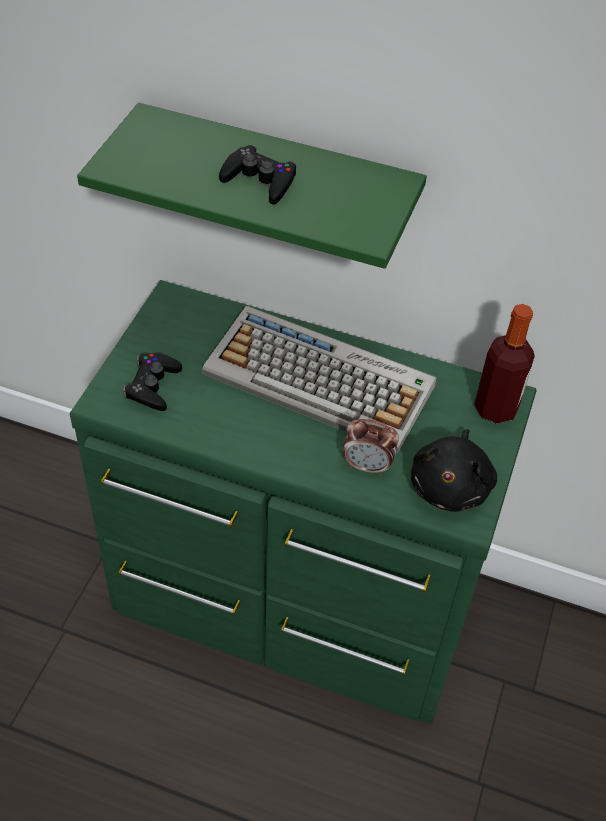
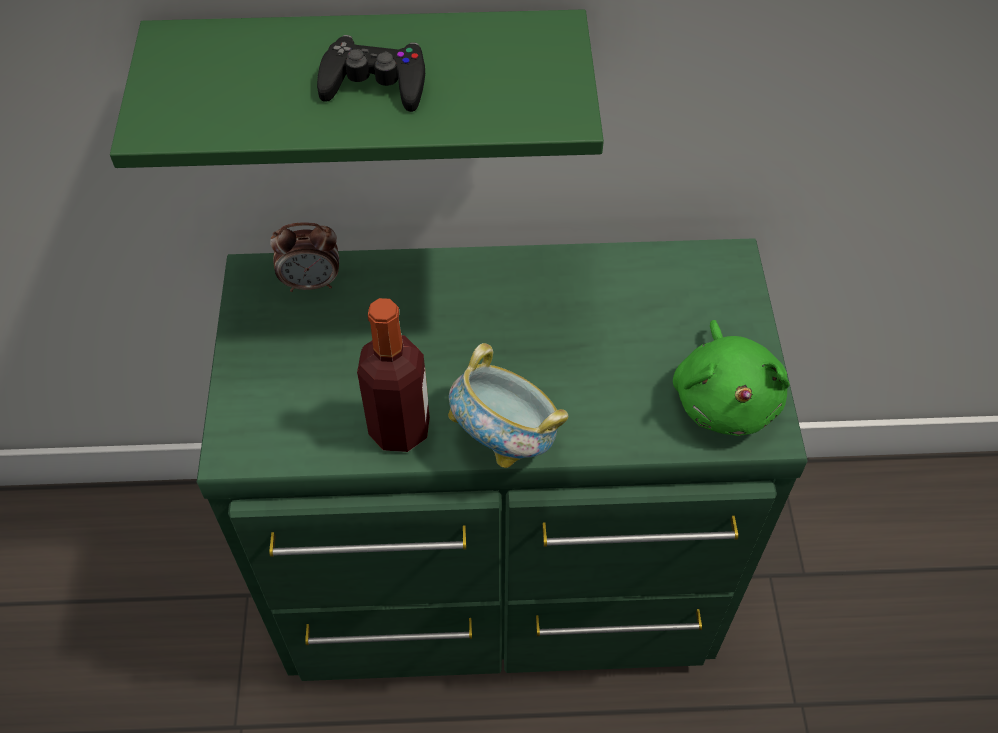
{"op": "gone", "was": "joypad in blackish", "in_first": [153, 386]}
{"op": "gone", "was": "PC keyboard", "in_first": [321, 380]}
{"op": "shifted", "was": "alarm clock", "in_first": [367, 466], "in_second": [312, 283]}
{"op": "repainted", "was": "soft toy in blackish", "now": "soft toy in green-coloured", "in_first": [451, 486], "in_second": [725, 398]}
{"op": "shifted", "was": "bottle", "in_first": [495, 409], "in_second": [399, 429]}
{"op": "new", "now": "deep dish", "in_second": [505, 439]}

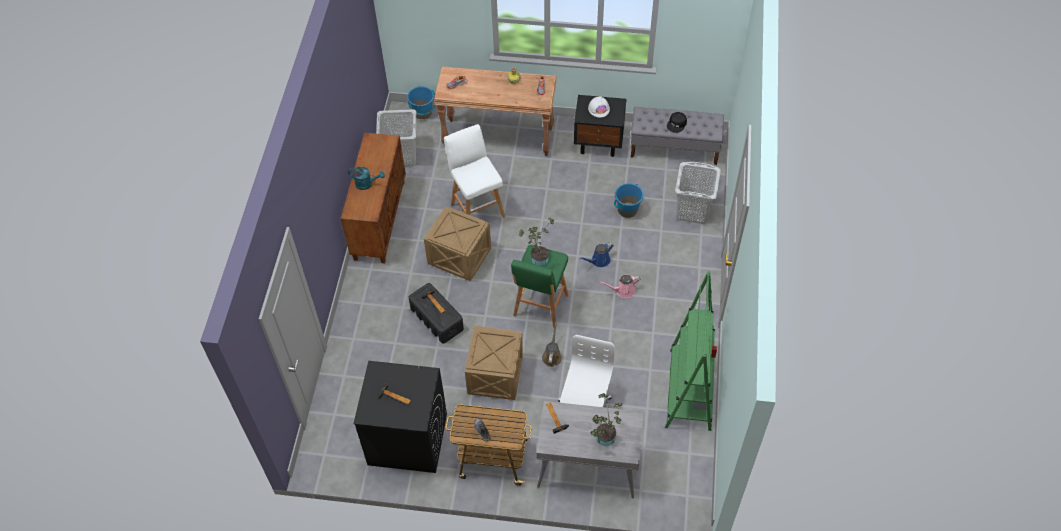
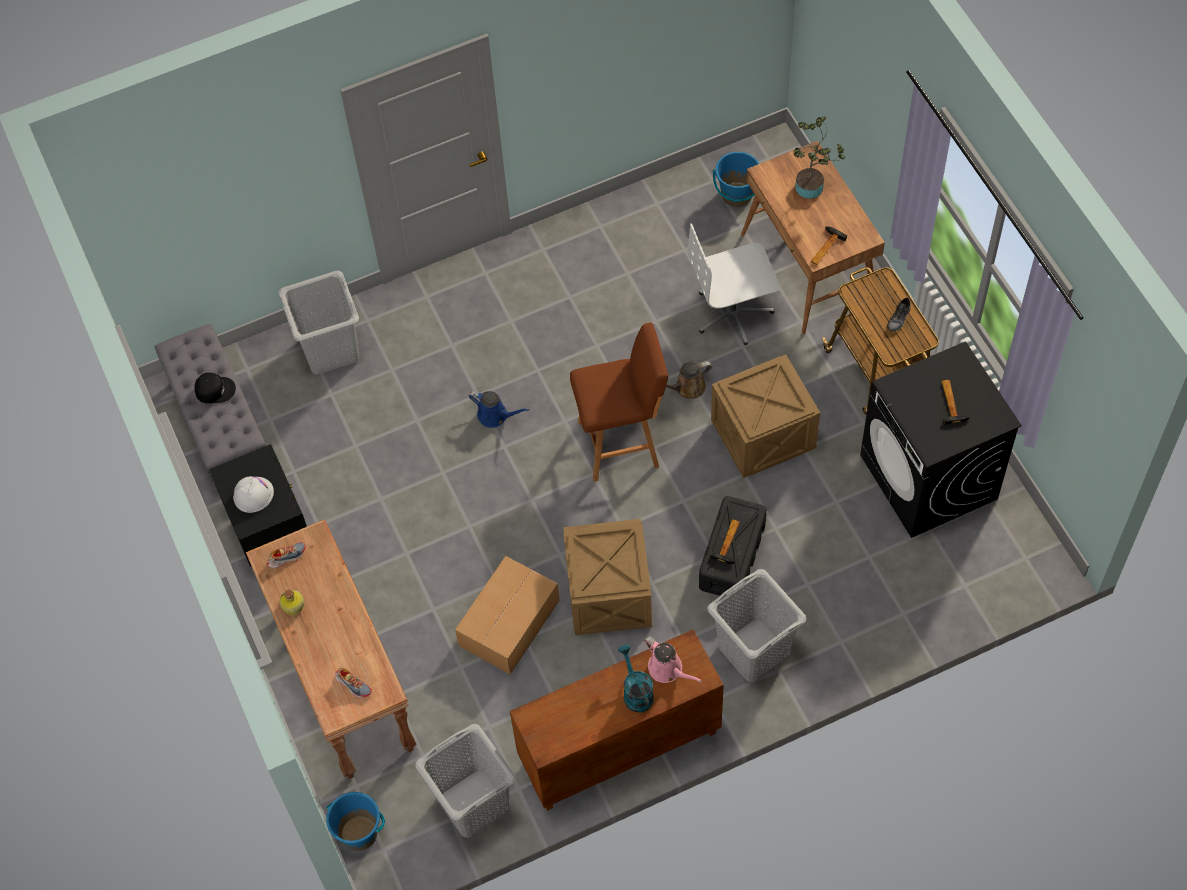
{"op": "swapped", "was": "sitting stool in white-coloured", "now": "packing box", "in_first": [477, 209], "in_second": [507, 624]}
{"op": "repainted", "was": "sitting stool in green-coloured", "now": "sitting stool in brown-coloured", "in_first": [540, 307], "in_second": [621, 443]}
{"op": "gone", "was": "potted plant", "in_first": [537, 258]}
{"op": "repainted", "was": "desk unit in greyish", "now": "desk unit in brown-coloured", "in_first": [587, 466], "in_second": [809, 269]}
{"op": "shifted", "was": "watering pot in pink", "in_first": [623, 291], "in_second": [668, 669]}
{"op": "shifted", "was": "bucket in bluish", "in_first": [627, 210], "in_second": [736, 195]}
{"op": "gone", "was": "shelving unit in green-coloured", "in_first": [690, 389]}
{"op": "new", "now": "washing basket in greyish", "in_second": [753, 651]}

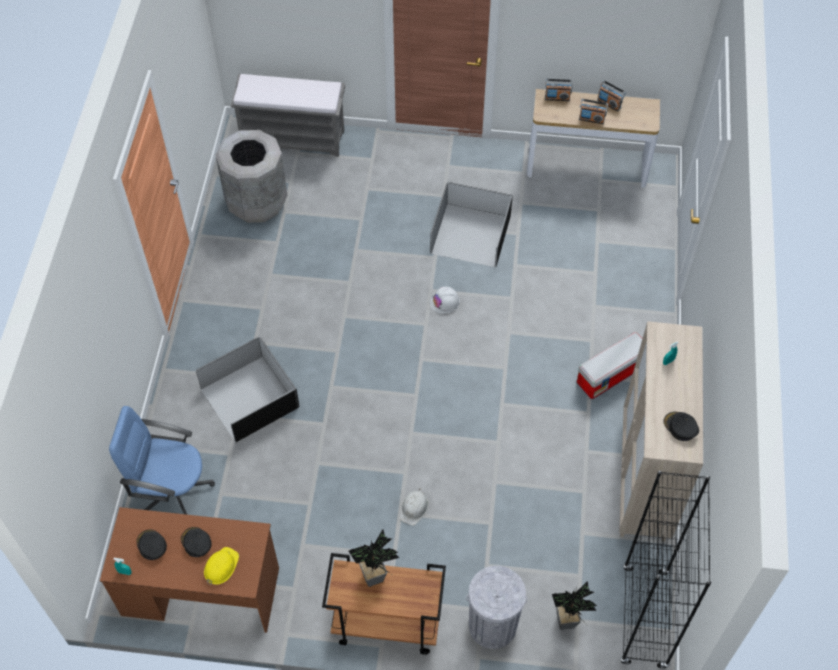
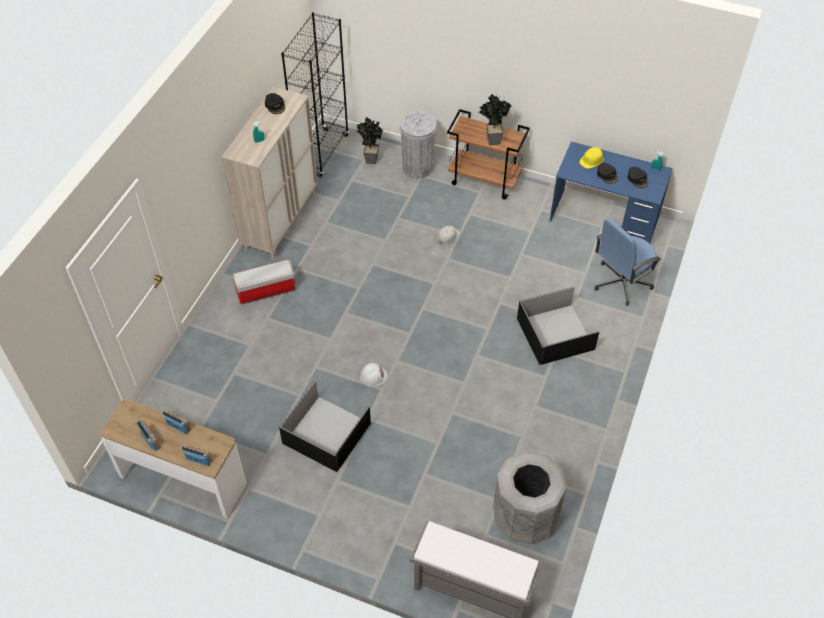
{"op": "repainted", "was": "desk unit in brown-coloured", "now": "desk unit in bluish", "in_first": [201, 591], "in_second": [604, 220]}
{"op": "rotated", "was": "desk chair in bluish", "in_first": [172, 490], "in_second": [621, 282], "clockwise": 120}

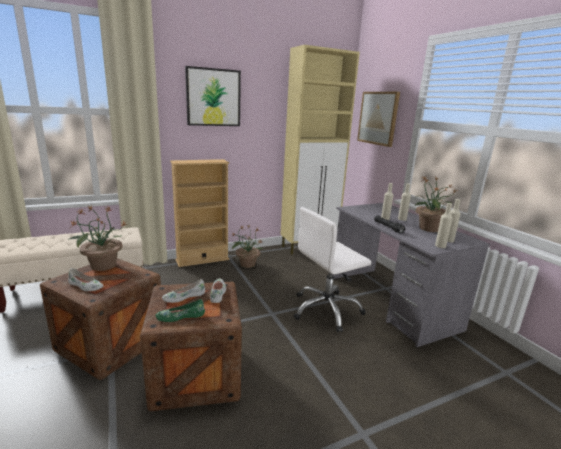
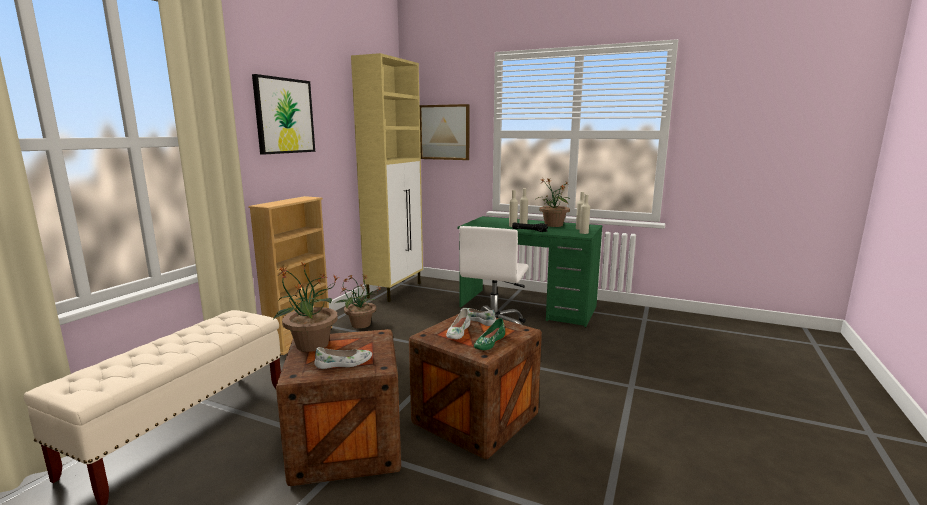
{"op": "repainted", "was": "desk unit in greyish", "now": "desk unit in green-coloured", "in_first": [391, 302], "in_second": [528, 307]}

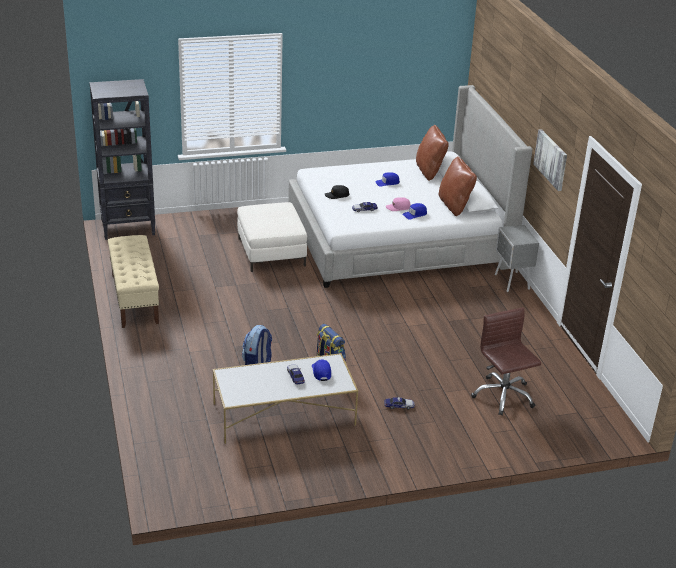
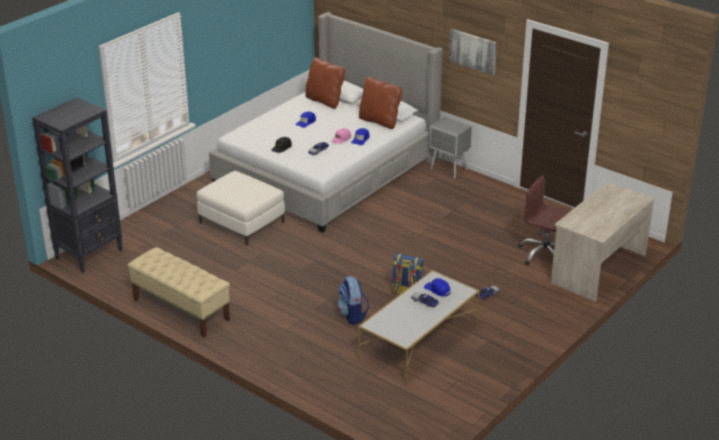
{"op": "new", "now": "desk unit in beige", "in_second": [598, 268]}

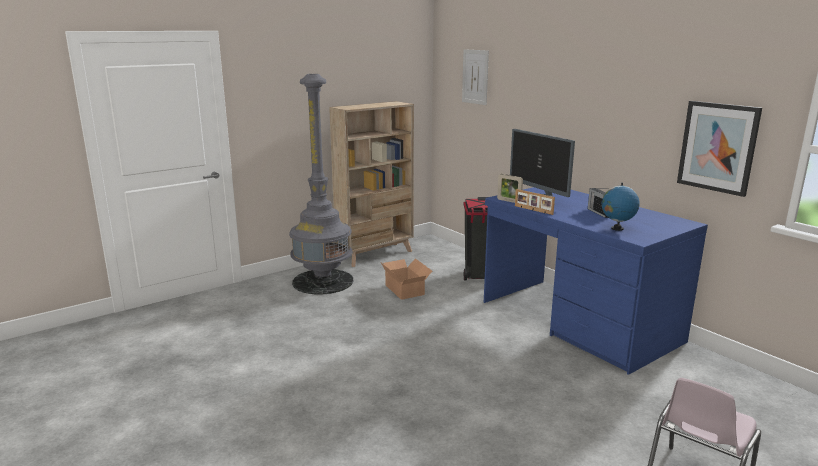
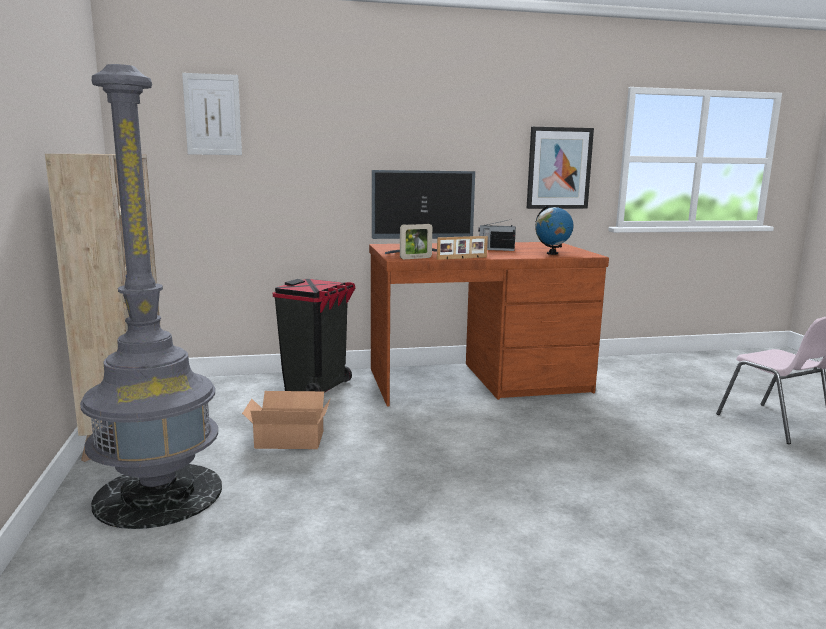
{"op": "repainted", "was": "desk unit in bluish", "now": "desk unit in brown-coloured", "in_first": [578, 321], "in_second": [478, 381]}

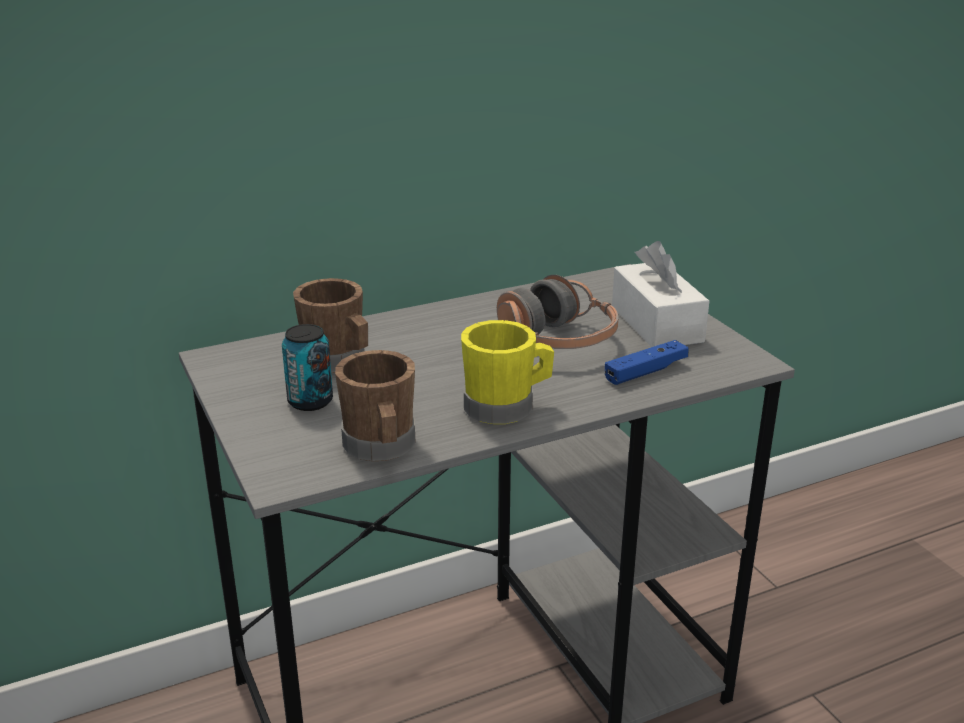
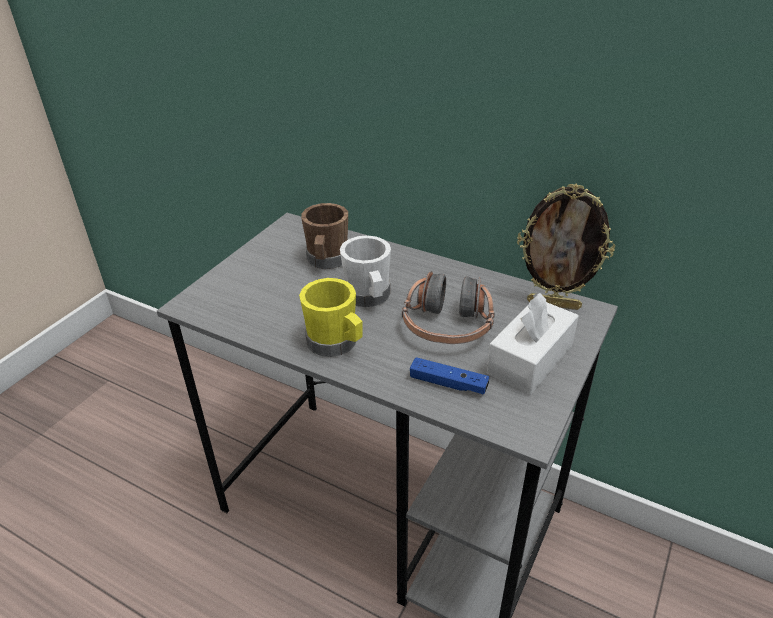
{"op": "gone", "was": "can", "in_first": [310, 401]}
{"op": "gone", "was": "tea mug in brown-coloured", "in_first": [381, 447]}
{"op": "new", "now": "tea mug in white-coloured", "in_second": [368, 297]}
{"op": "new", "now": "standing frame", "in_second": [554, 304]}

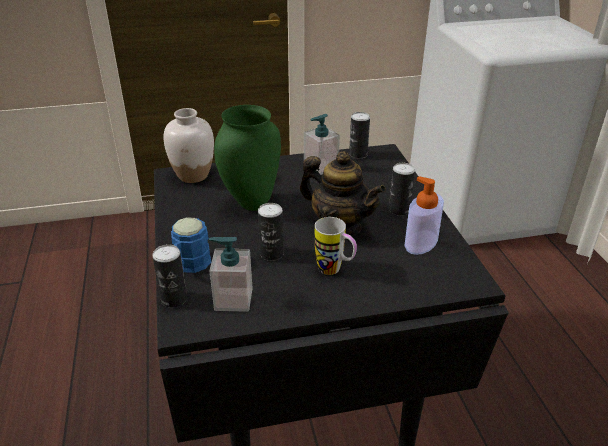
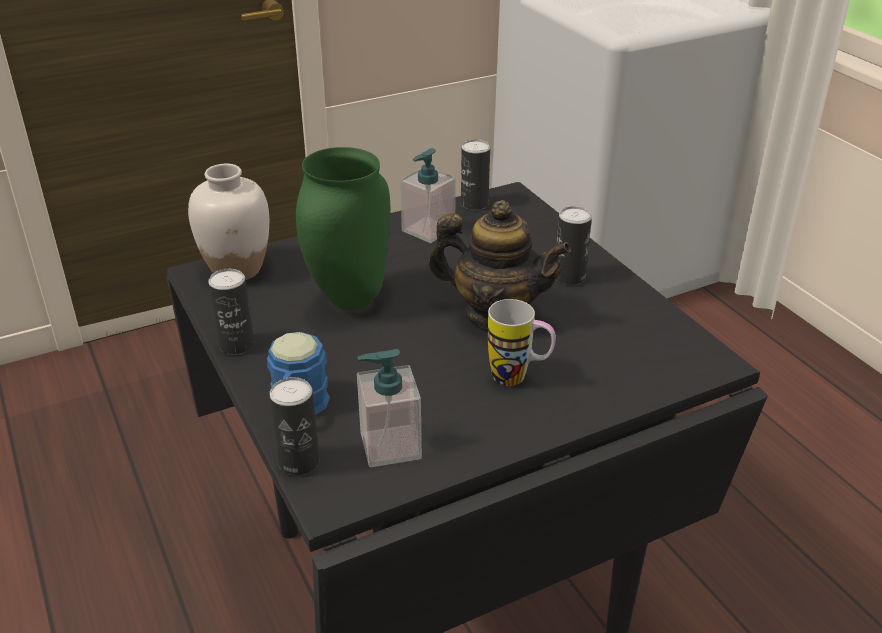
{"op": "shifted", "was": "can", "in_first": [271, 254], "in_second": [236, 345]}
{"op": "gone", "was": "liquid soap bottle", "in_first": [421, 242]}

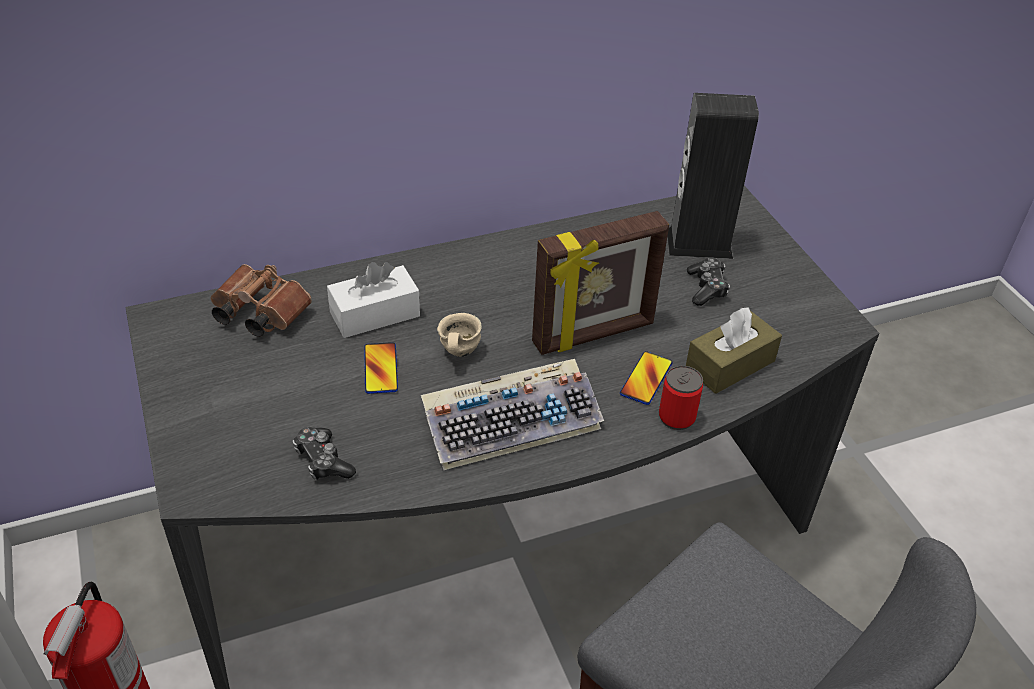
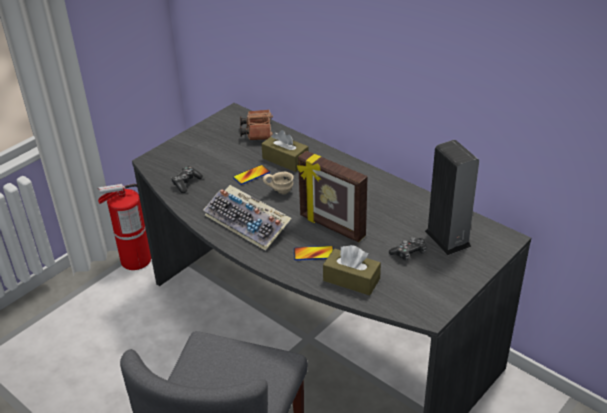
{"op": "repainted", "was": "tissue holder in white-coloured", "now": "tissue holder in brown-coloured", "in_first": [375, 314], "in_second": [285, 160]}
{"op": "gone", "was": "can", "in_first": [676, 417]}

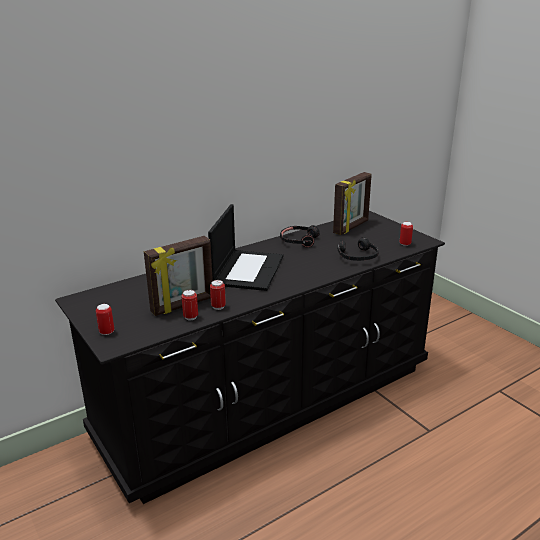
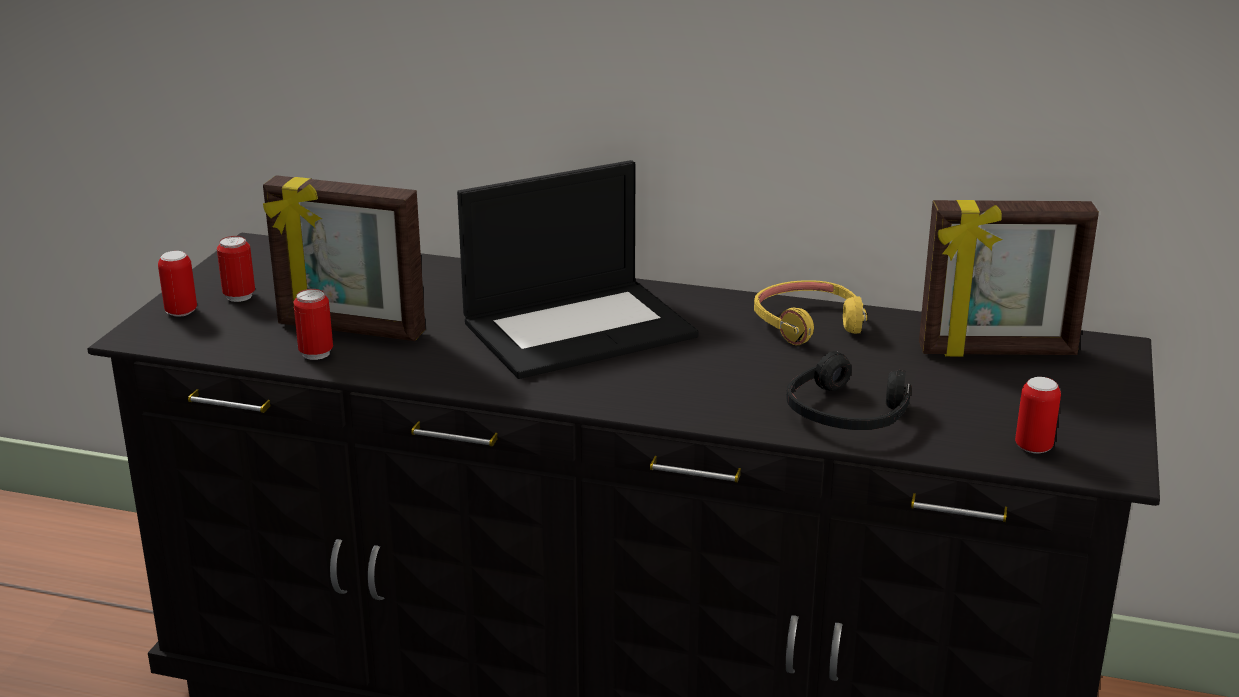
{"op": "shifted", "was": "can", "in_first": [218, 307], "in_second": [239, 296]}
{"op": "repainted", "was": "headphones in blackish", "now": "headphones in yellowish", "in_first": [298, 240], "in_second": [808, 323]}

